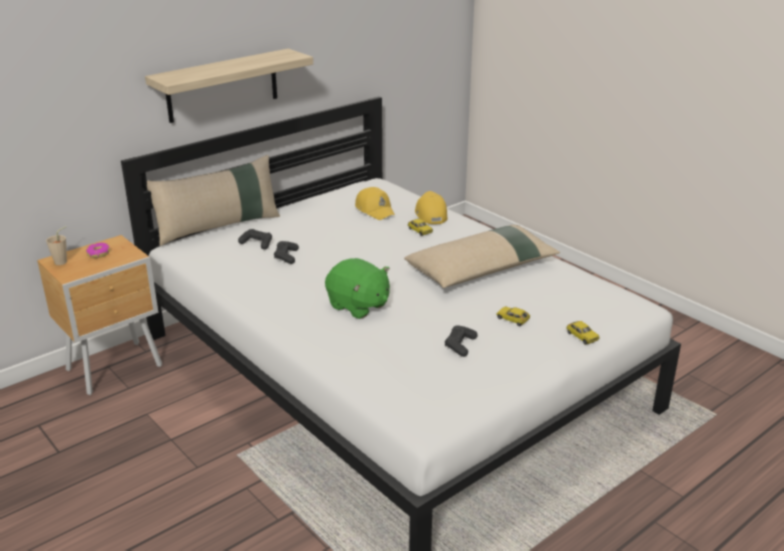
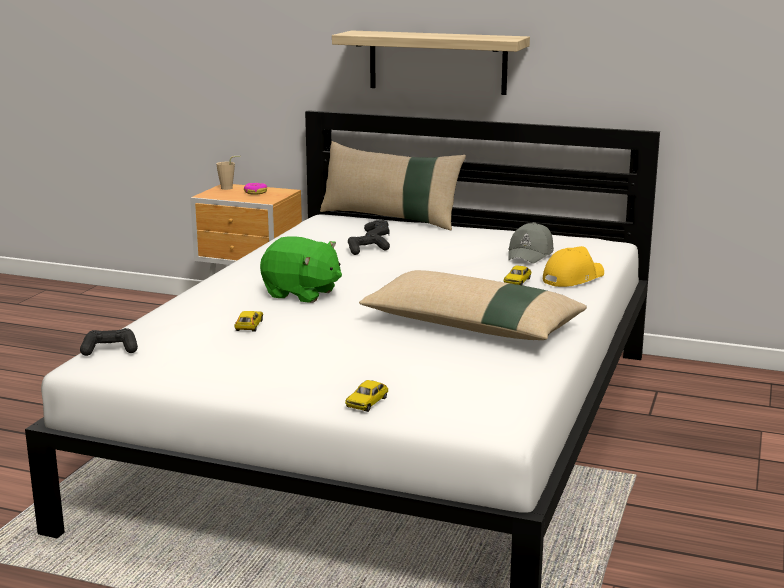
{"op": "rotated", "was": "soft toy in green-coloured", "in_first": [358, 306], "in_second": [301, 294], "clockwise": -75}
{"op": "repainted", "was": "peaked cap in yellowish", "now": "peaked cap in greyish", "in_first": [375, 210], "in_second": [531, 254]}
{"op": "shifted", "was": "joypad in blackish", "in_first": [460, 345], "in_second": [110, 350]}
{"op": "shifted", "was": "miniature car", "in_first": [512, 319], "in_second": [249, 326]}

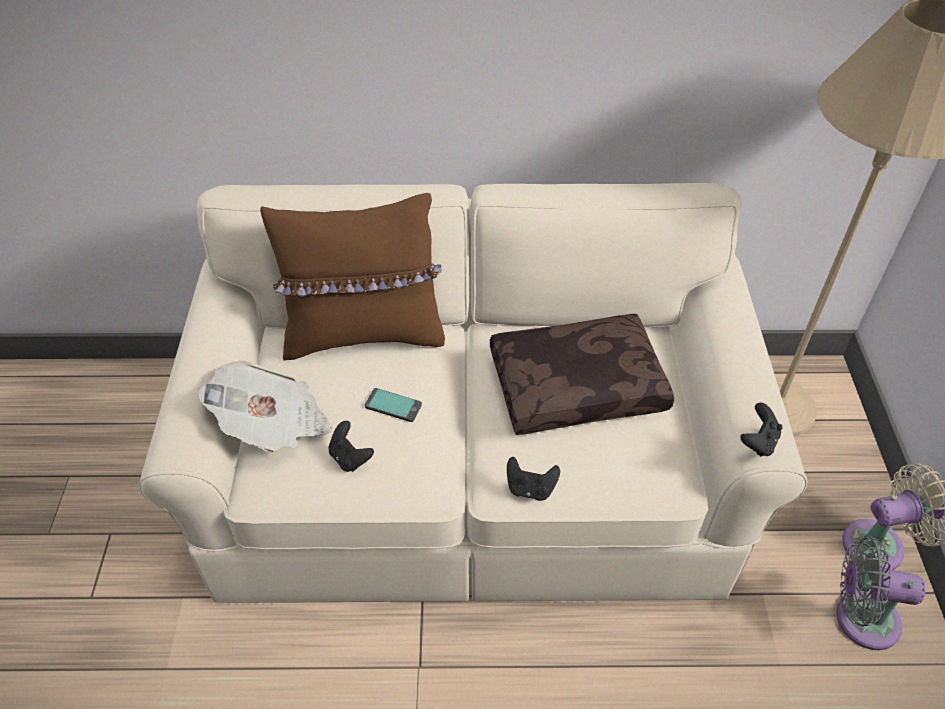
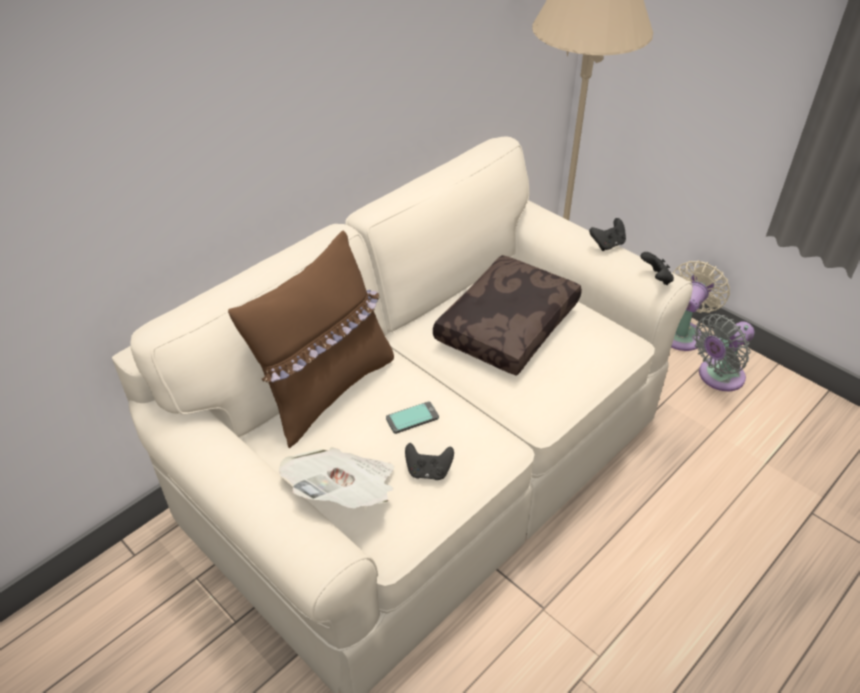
{"op": "shifted", "was": "joypad in blackish", "in_first": [530, 488], "in_second": [607, 244]}

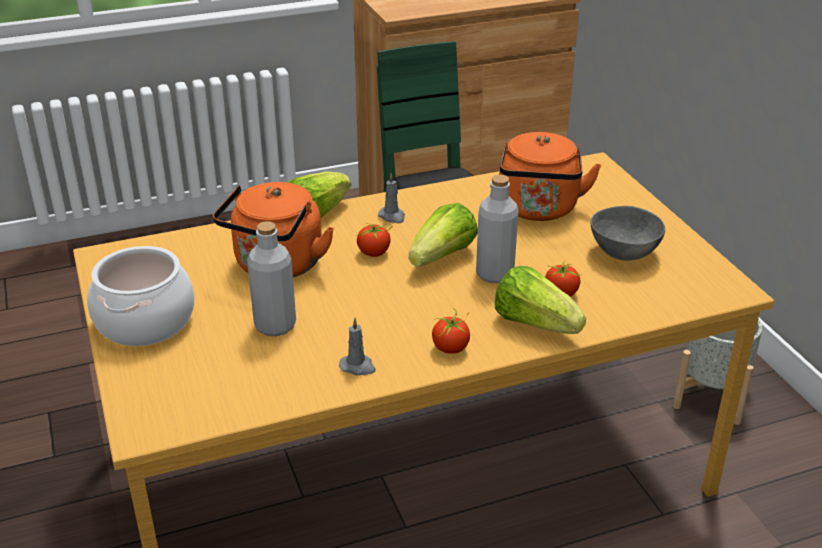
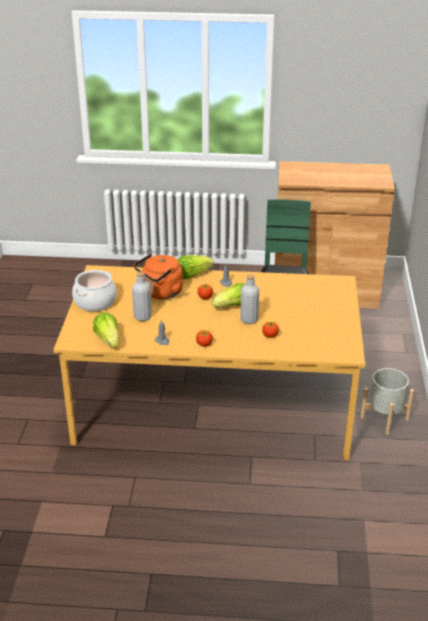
{"op": "shifted", "was": "head of lettuce", "in_first": [535, 323], "in_second": [108, 339]}
{"op": "gone", "was": "water kettle in orangey", "in_first": [538, 210]}
{"op": "gone", "was": "deep dish in greyish", "in_first": [623, 253]}

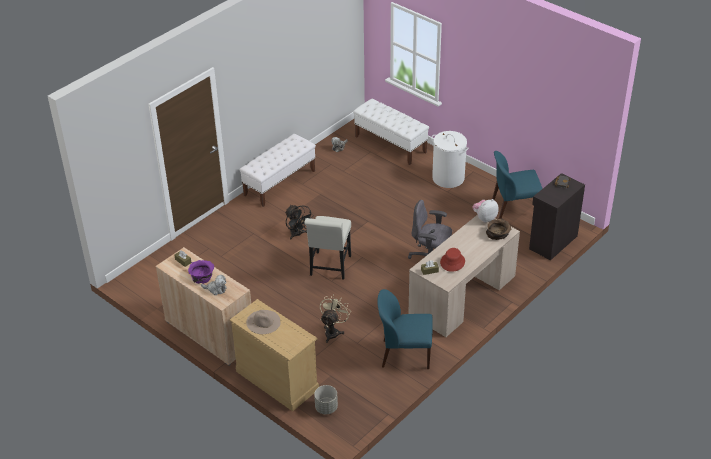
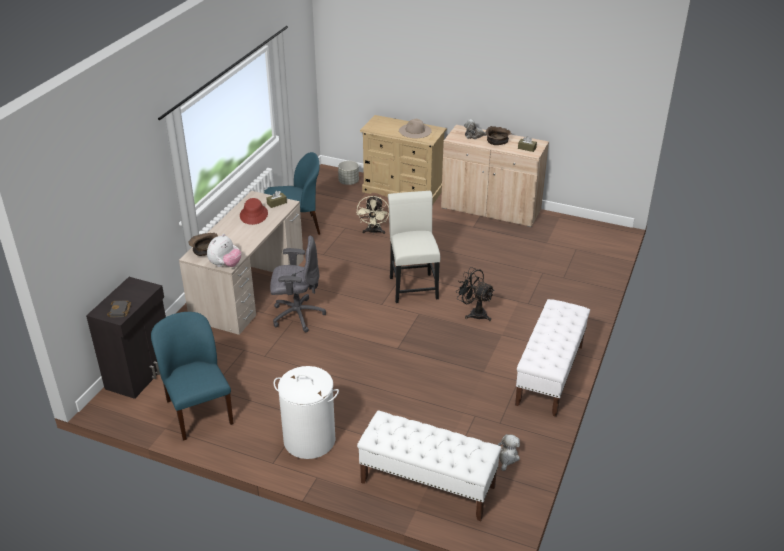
{"op": "repainted", "was": "deep dish in purple-coloured", "now": "deep dish in brown-coloured", "in_first": [202, 275], "in_second": [497, 142]}
{"op": "rotated", "was": "chair in bluish", "in_first": [514, 208], "in_second": [198, 411], "clockwise": -90}

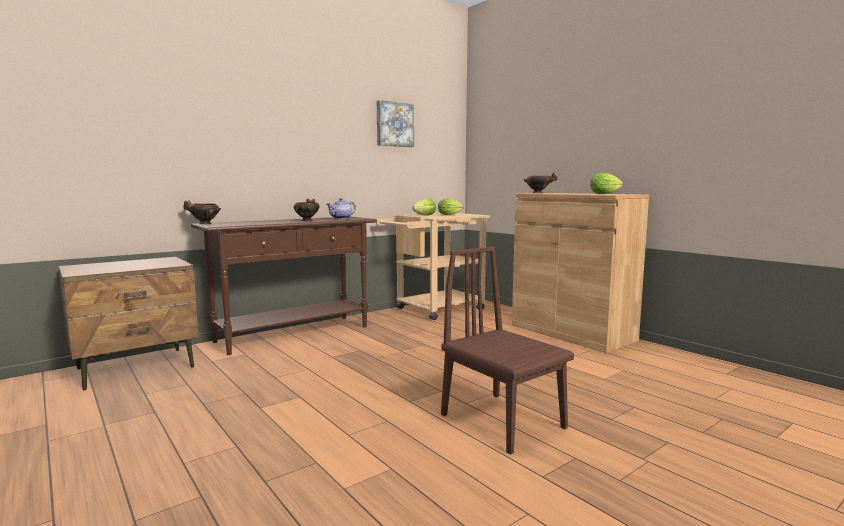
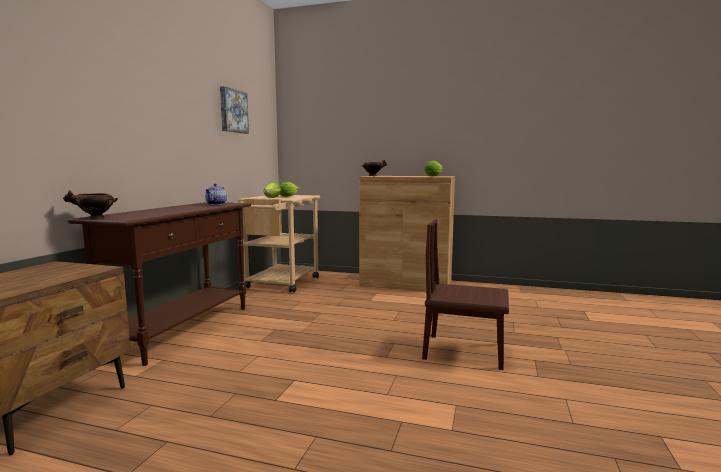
{"op": "gone", "was": "deep dish", "in_first": [307, 220]}

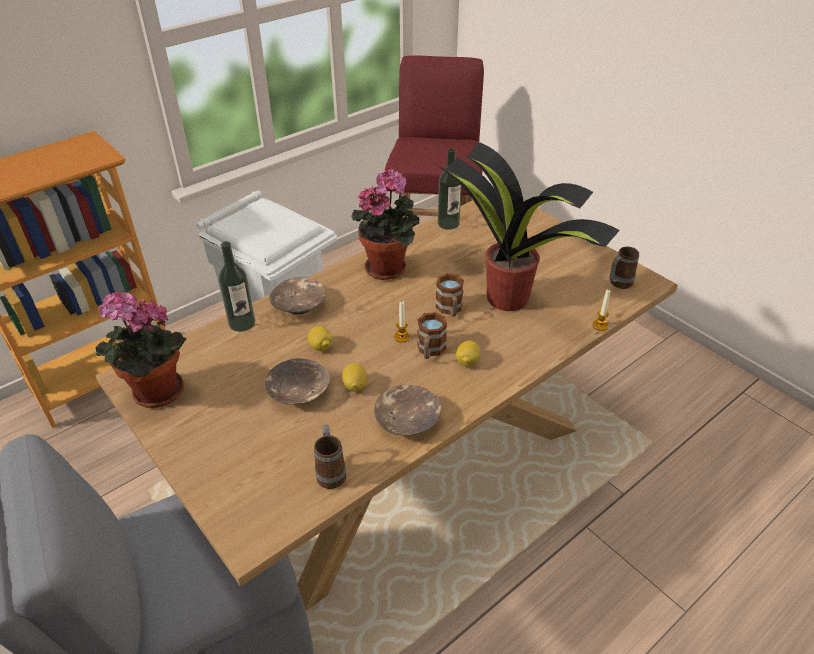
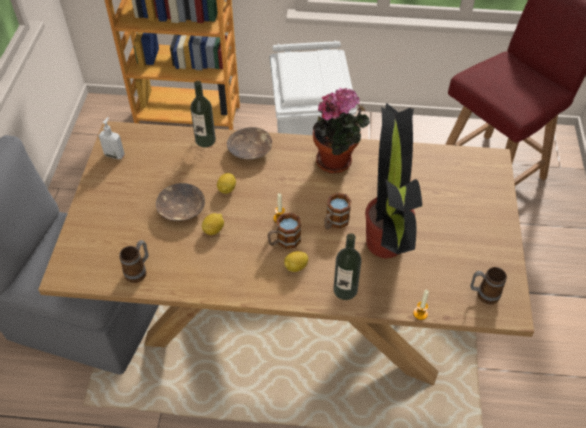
{"op": "swapped", "was": "potted plant", "now": "liquid soap bottle", "in_first": [155, 395], "in_second": [115, 155]}
{"op": "gone", "was": "deep dish in brown-coloured", "in_first": [408, 419]}
{"op": "shifted", "was": "bottle", "in_first": [448, 223], "in_second": [345, 290]}

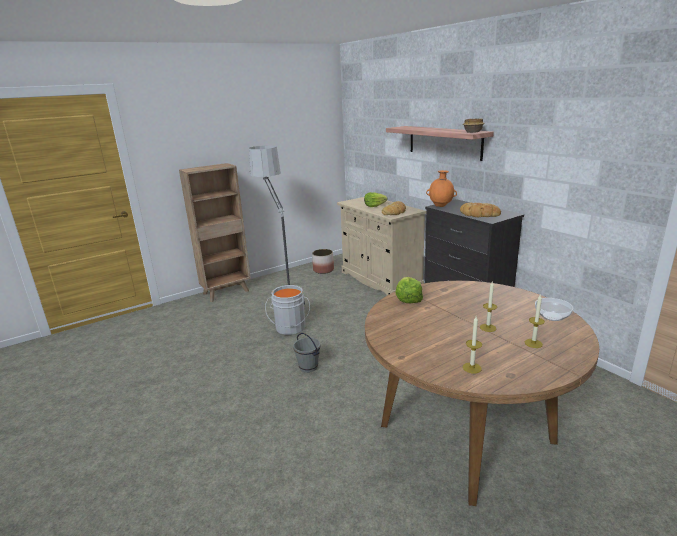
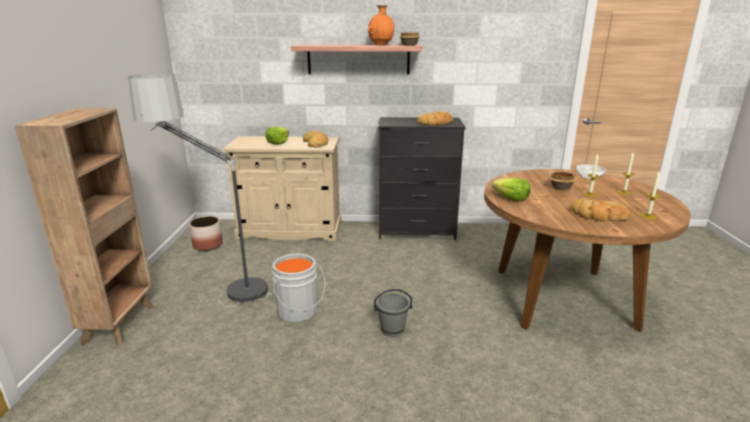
{"op": "shifted", "was": "vase in orangey", "in_first": [441, 206], "in_second": [381, 45]}
{"op": "new", "now": "deep dish", "in_second": [560, 188]}
{"op": "new", "now": "baked bread", "in_second": [599, 216]}

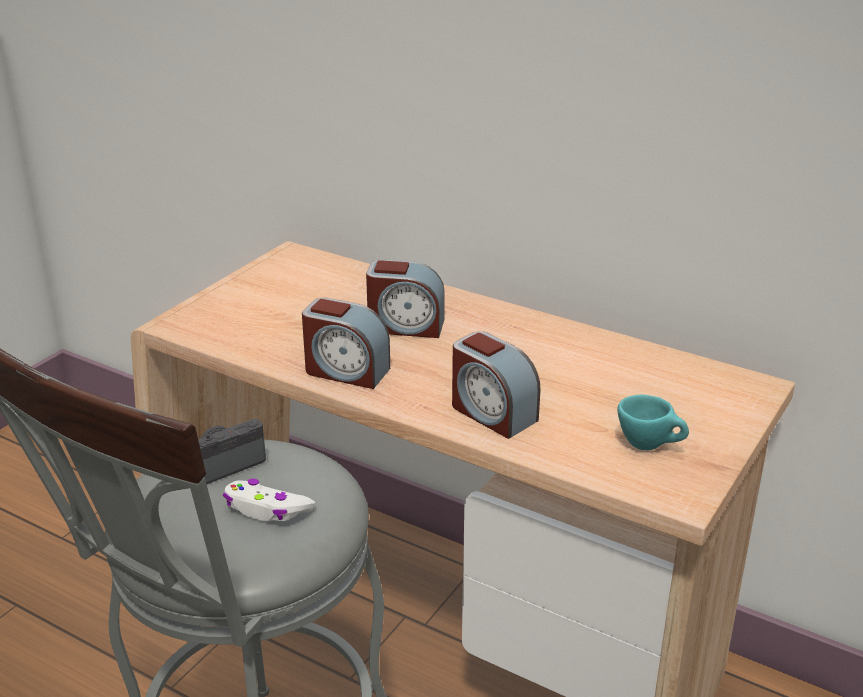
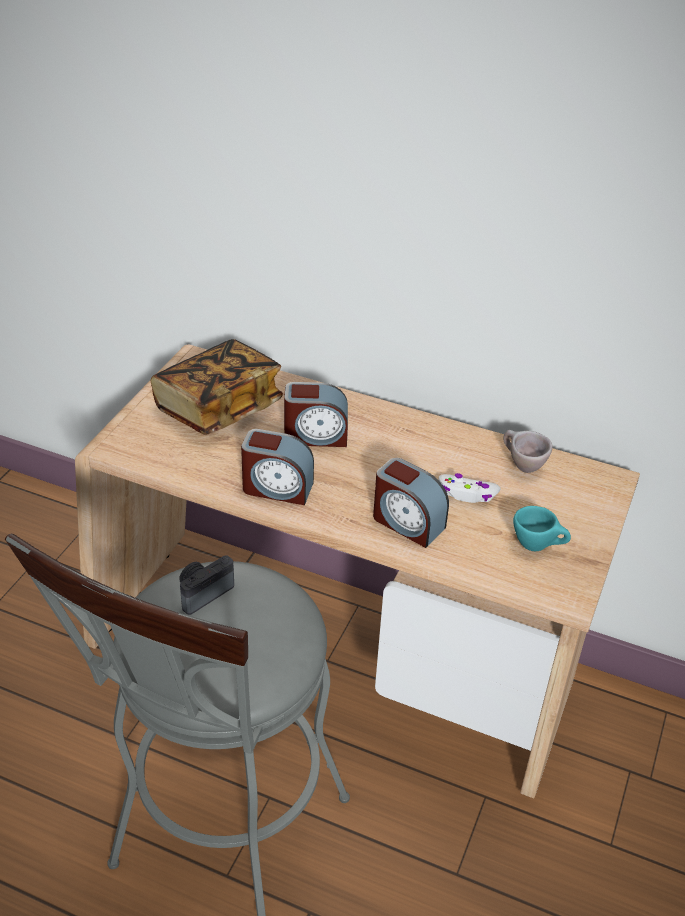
{"op": "shifted", "was": "joypad in white-coloured", "in_first": [266, 509], "in_second": [467, 493]}
{"op": "new", "now": "bound book", "in_second": [218, 407]}
{"op": "new", "now": "drinking cup in beige", "in_second": [521, 465]}

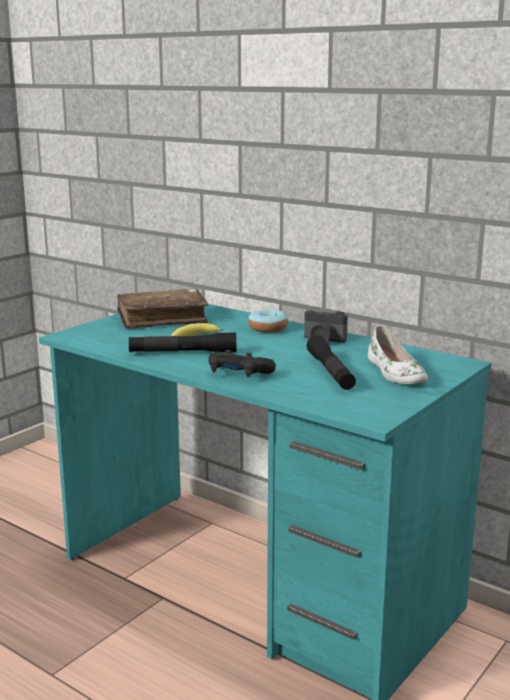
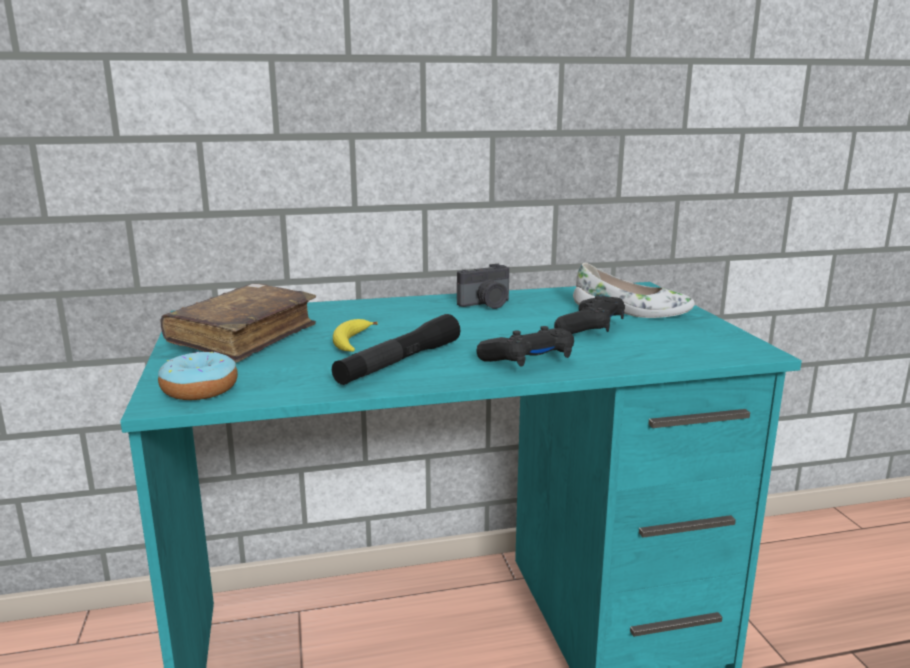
{"op": "shifted", "was": "donut", "in_first": [268, 328], "in_second": [199, 389]}
{"op": "swapped", "was": "torch in blackish", "now": "joypad in blackish", "in_first": [330, 372], "in_second": [591, 328]}

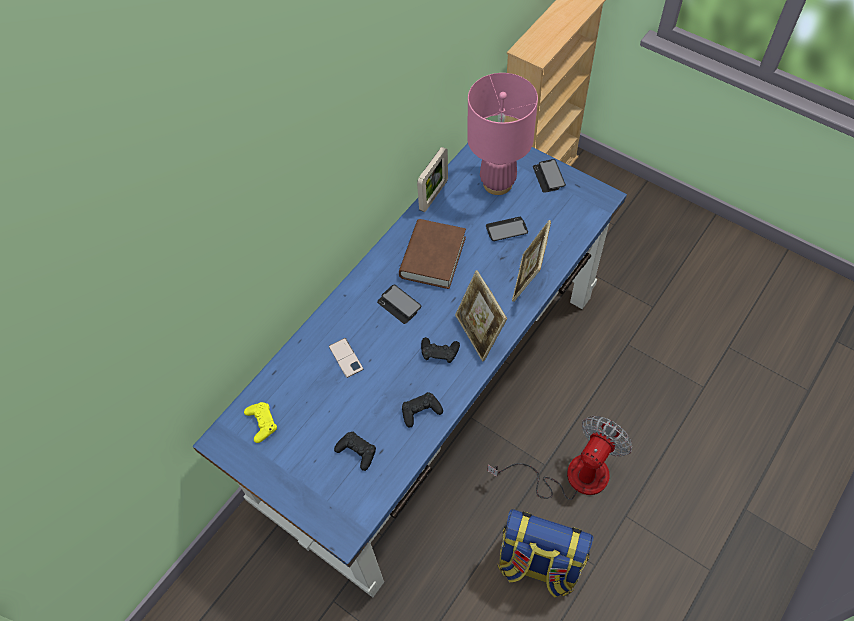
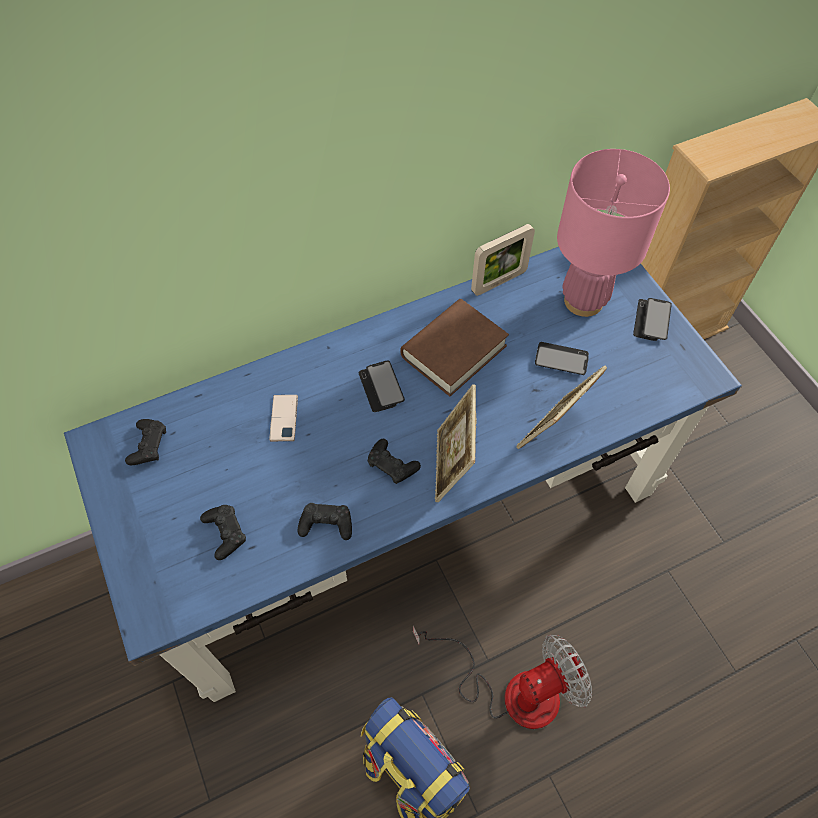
{"op": "repainted", "was": "joypad in yellowish", "now": "joypad in blackish", "in_first": [262, 423], "in_second": [148, 445]}

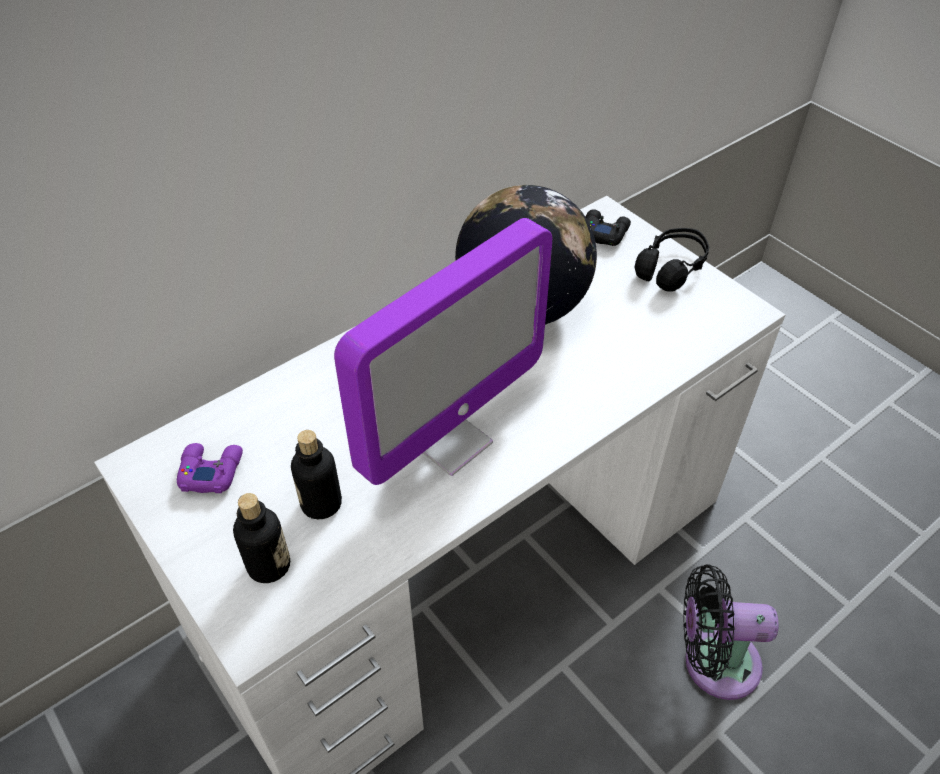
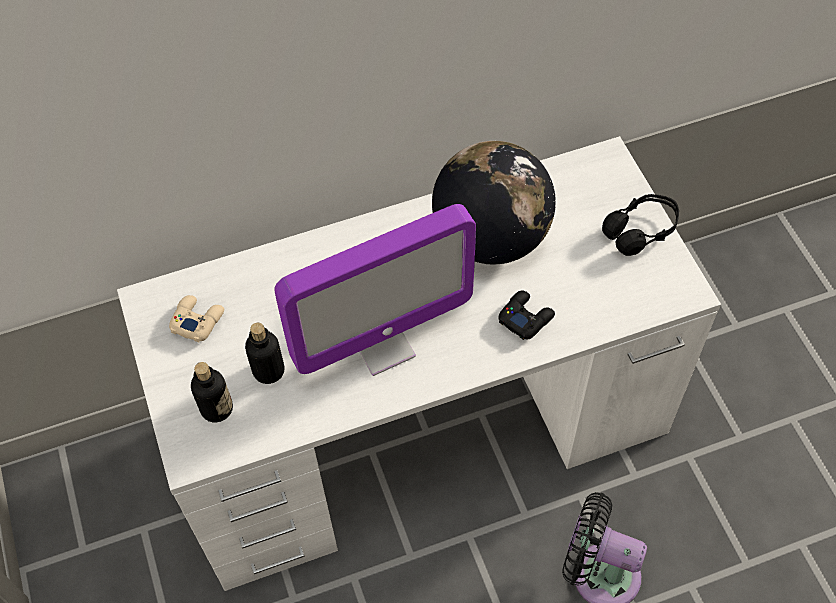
{"op": "repainted", "was": "joypad in purple-coloured", "now": "joypad in beige", "in_first": [211, 471], "in_second": [197, 320]}
{"op": "shifted", "was": "joypad in blackish", "in_first": [603, 232], "in_second": [525, 318]}

